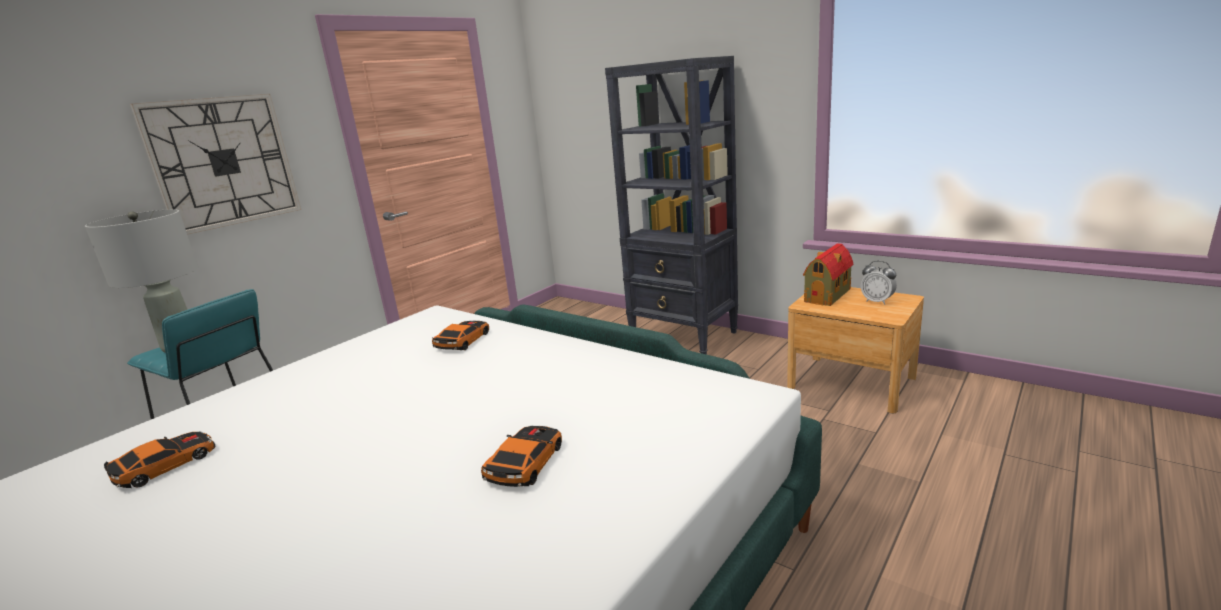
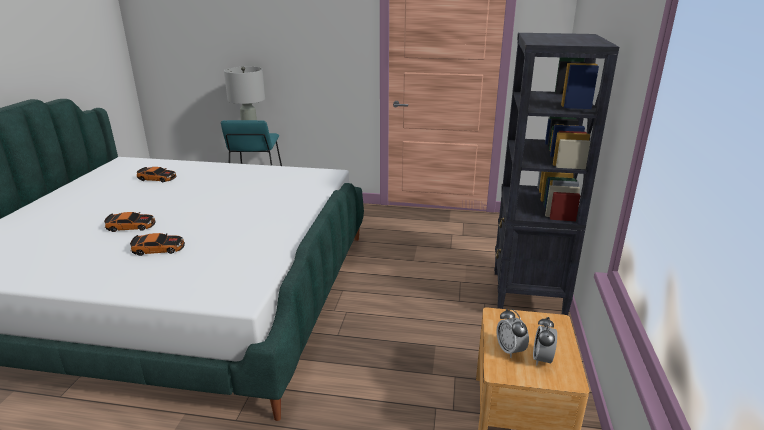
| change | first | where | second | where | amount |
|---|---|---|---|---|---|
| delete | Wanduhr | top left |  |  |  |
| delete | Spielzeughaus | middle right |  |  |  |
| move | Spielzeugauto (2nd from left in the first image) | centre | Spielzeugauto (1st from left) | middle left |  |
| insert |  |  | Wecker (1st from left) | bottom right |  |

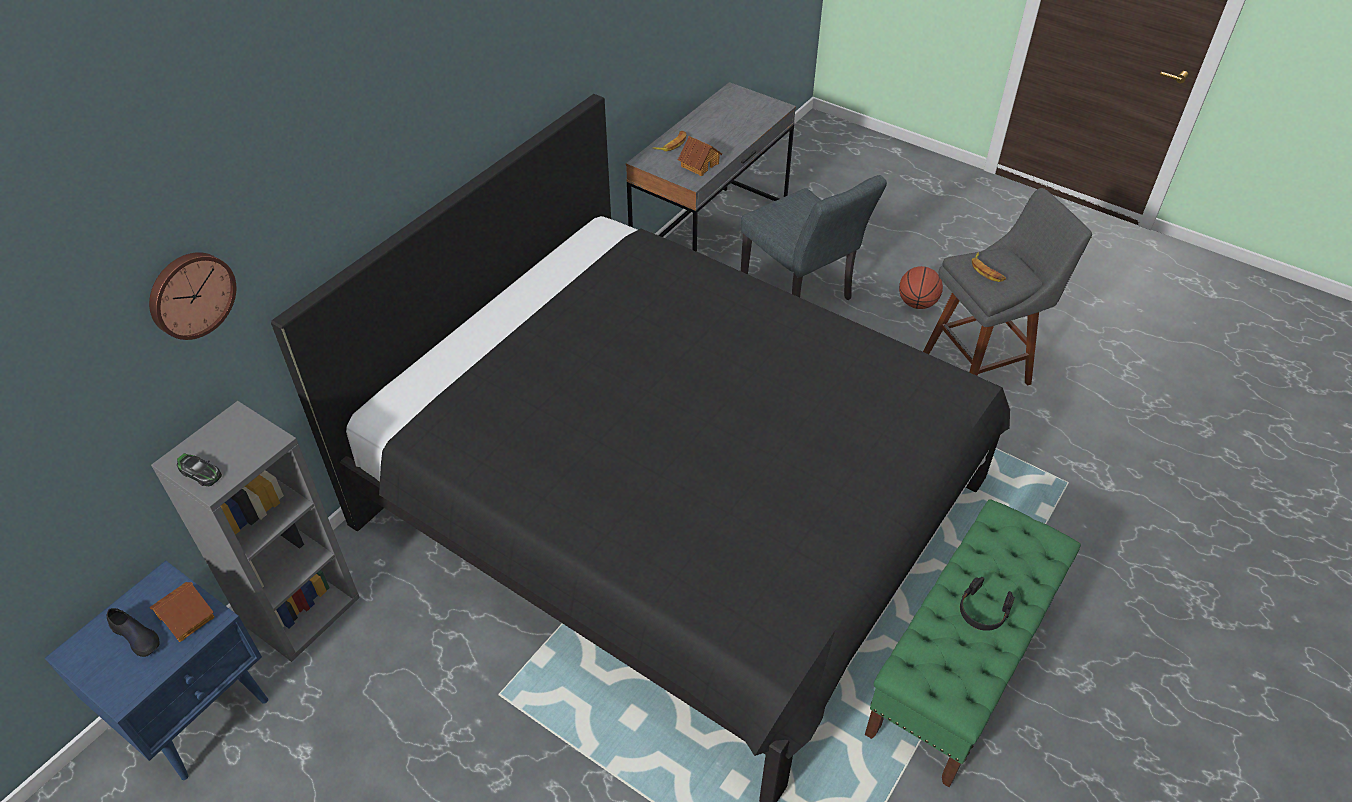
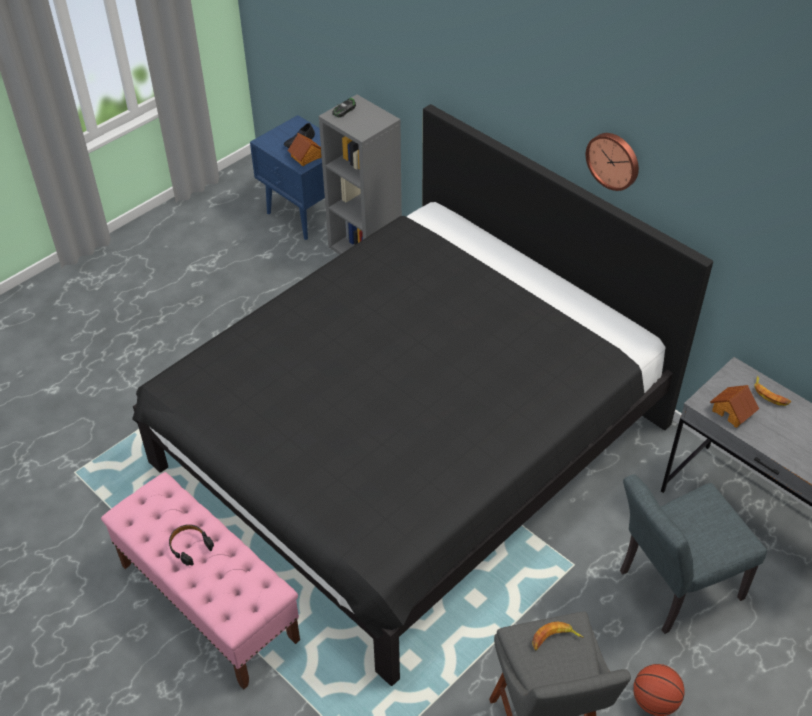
| change | first | where | second | where | amount |
|---|---|---|---|---|---|
| move | Wanduhr | middle left |  | top right |  |
| recolor | Bank [grün] | bottom right | Bank [rosa] | bottom left |  |

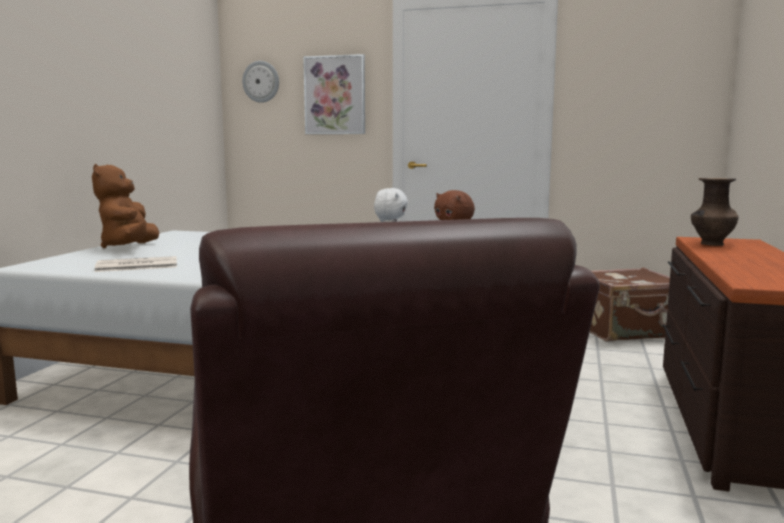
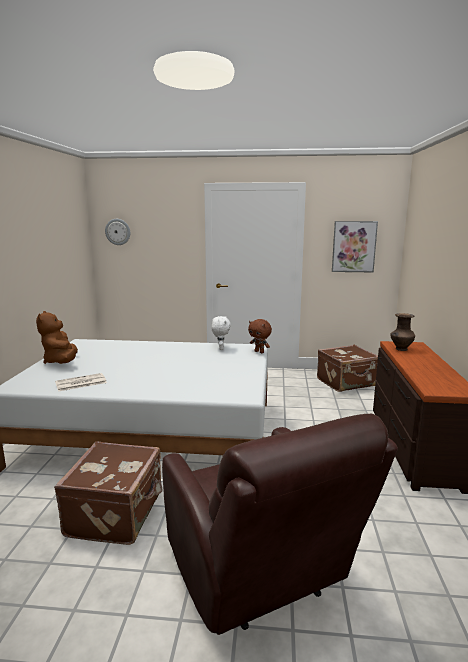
| change | first | where | second | where | amount |
|---|---|---|---|---|---|
| move | Bild | top centre |  | middle right |  |
| insert |  |  | Koffer [braun] (1st from left) | bottom left |  |

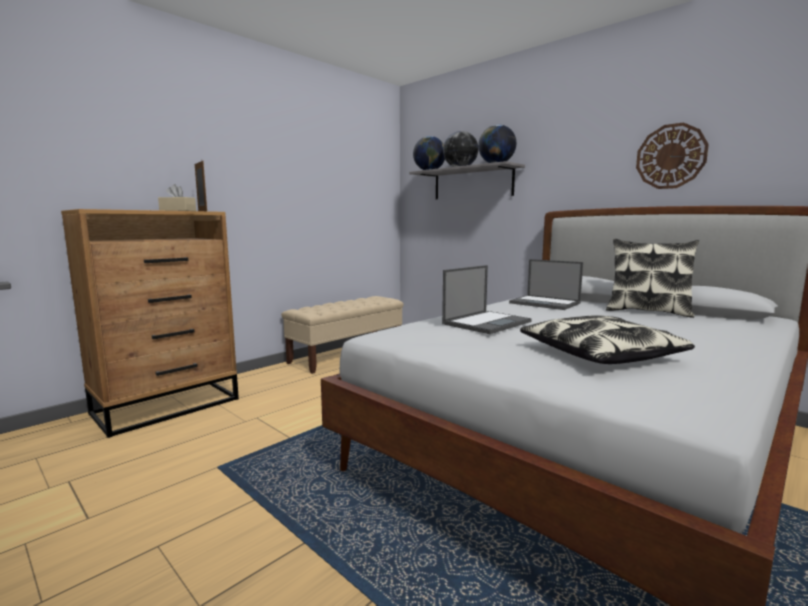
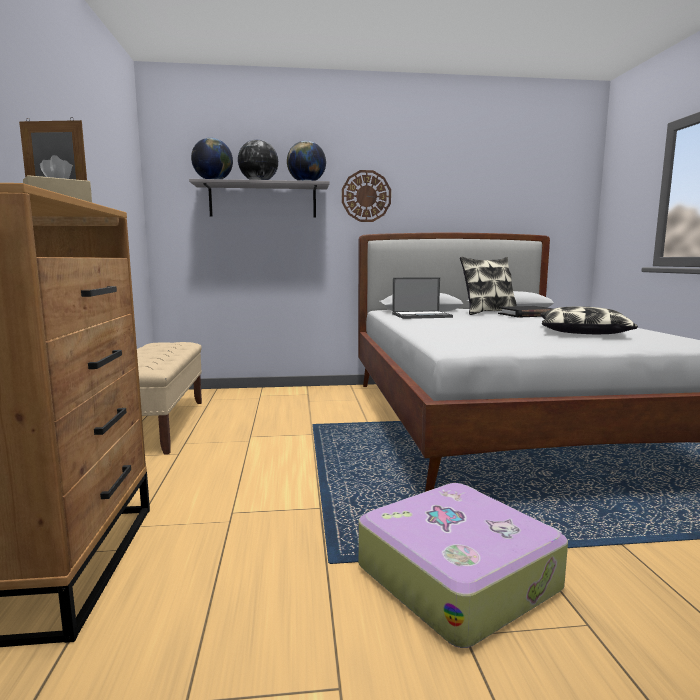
| change | first | where | second | where | amount |
|---|---|---|---|---|---|
| move | Wanduhr | top right |  | top centre |  |
| delete | Laptop (1st from left) | centre |  |  |  |
| insert |  |  | Buch [schwarz] | middle right |  |
| insert |  |  | Koffer | bottom centre |  |

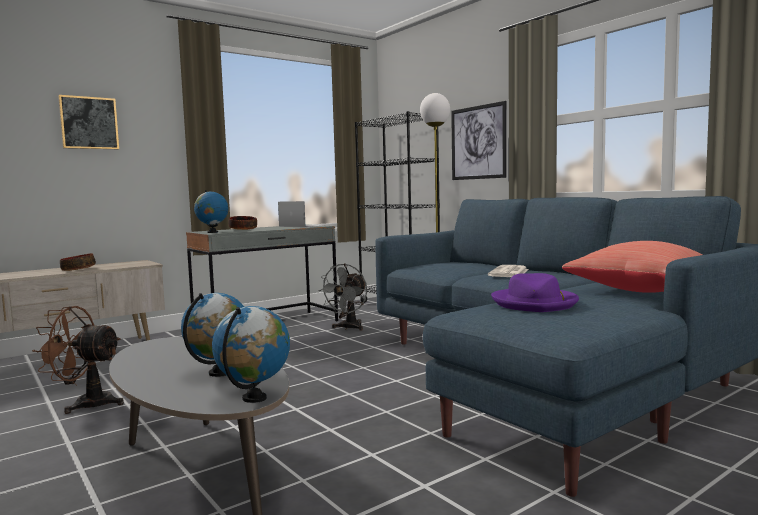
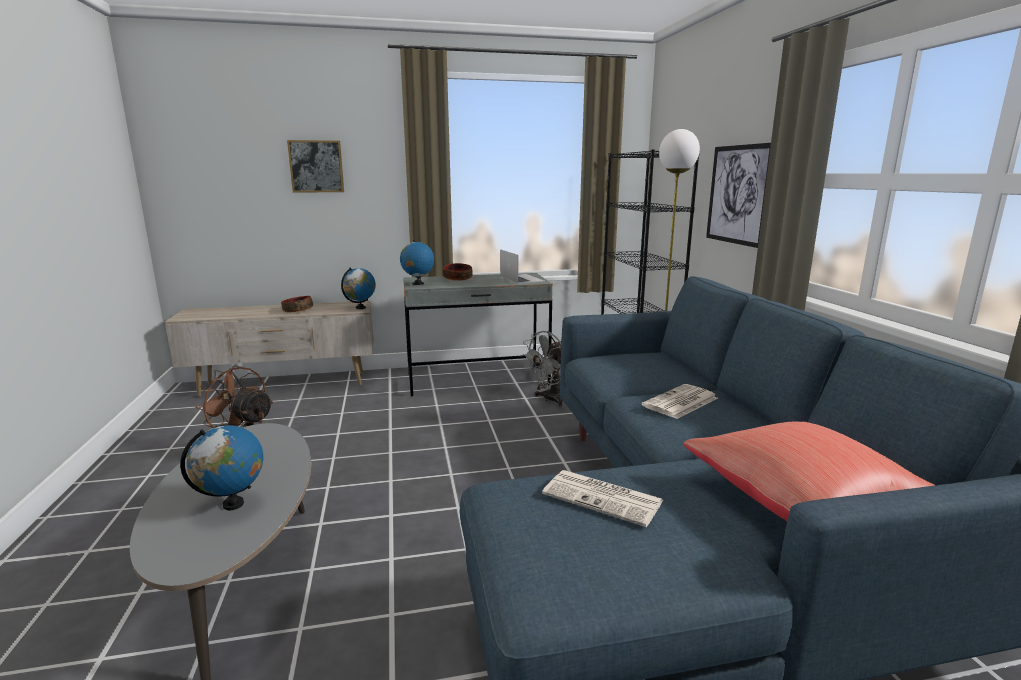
| change | first | where | second | where | amount |
|---|---|---|---|---|---|
| replace | Hut [lila] | middle right | Zeitung (1st from left) | bottom centre |  |
| move | Globus (3rd from left in the first image) | bottom left | Globus (2nd from left) | centre |  |

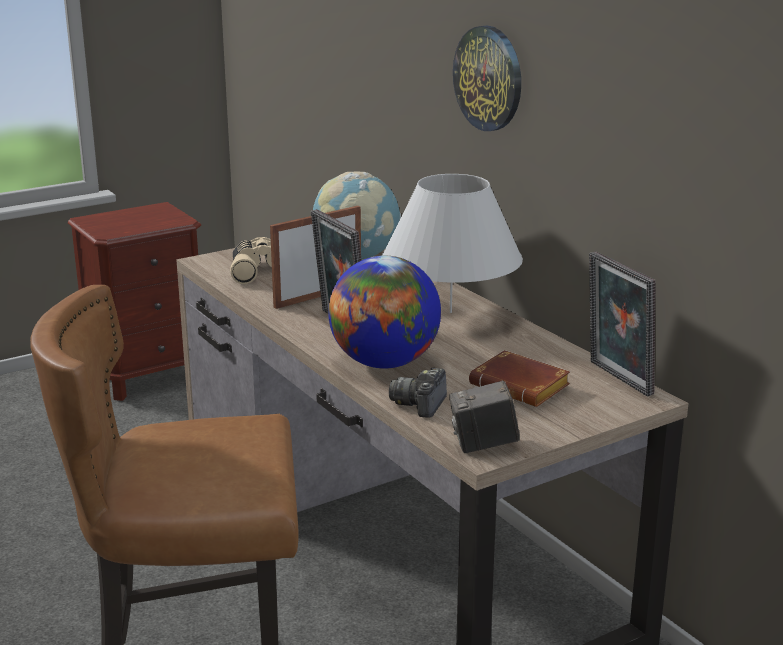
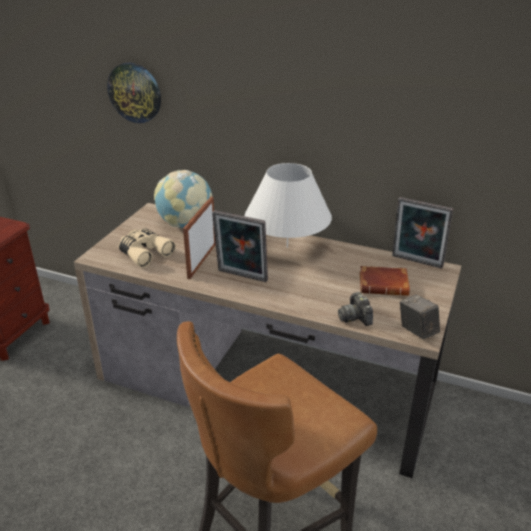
| change | first | where | second | where | amount |
|---|---|---|---|---|---|
| move | Wanduhr | top centre |  | top left |  |
| delete | Globus (2nd from left) | centre |  |  |  |
| rotate | Kamera (2nd from left) | centre |  | middle right | 105 degrees clockwise |

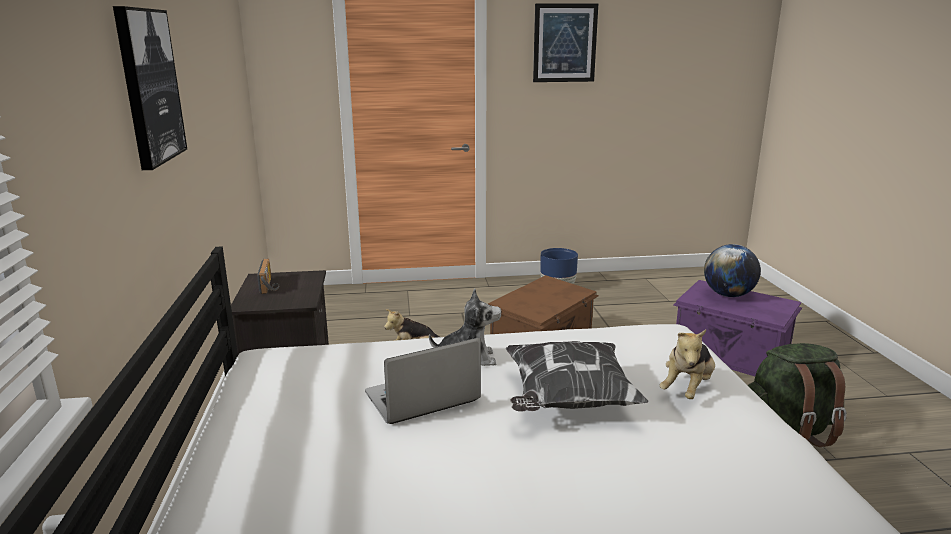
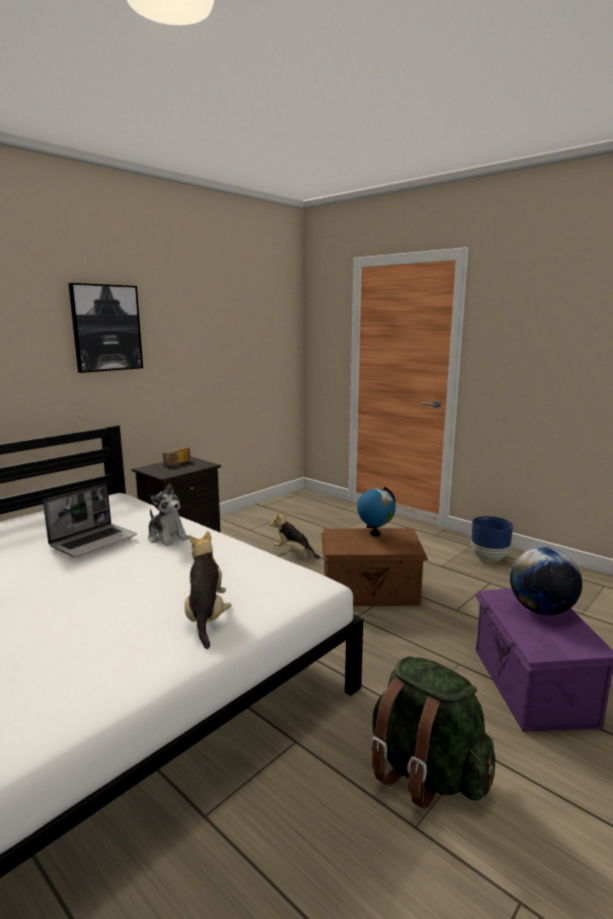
| change | first | where | second | where | amount |
|---|---|---|---|---|---|
| delete | Bild (2nd from left) | top centre |  |  |  |
| rotate | Plüschtier (3rd from left in the first image) | bottom right | Plüschtier (2nd from left) | centre | 90 degrees clockwise |
| rotate | Laptop | bottom centre |  | middle left | 105 degrees clockwise |
| delete | Kissen | bottom centre |  |  |  |
| insert |  |  | Globus (1st from left) | centre |  |

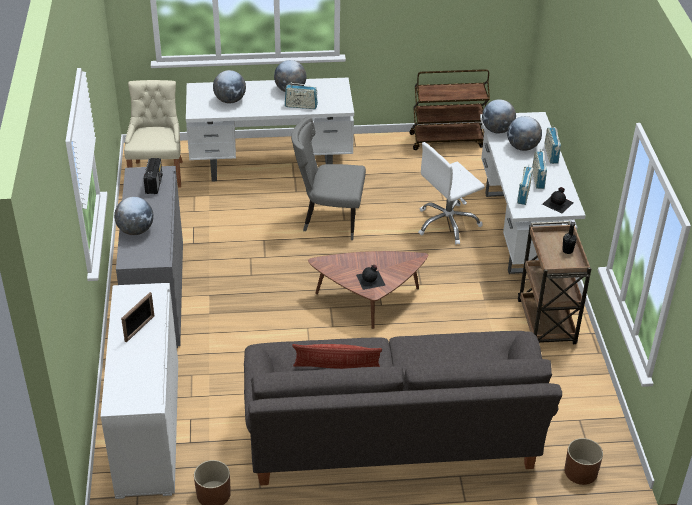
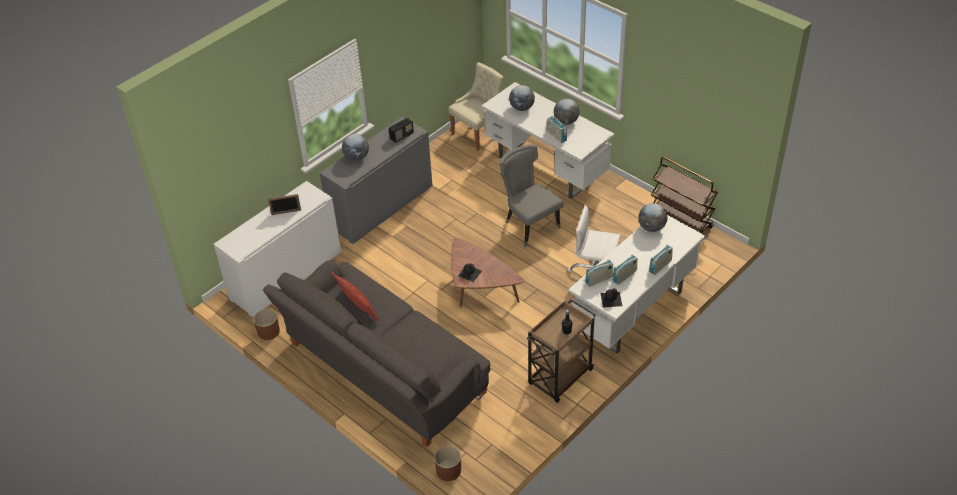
| change | first | where | second | where | amount |
|---|---|---|---|---|---|
| delete | Globus (5th from left) | top right |  |  |  |

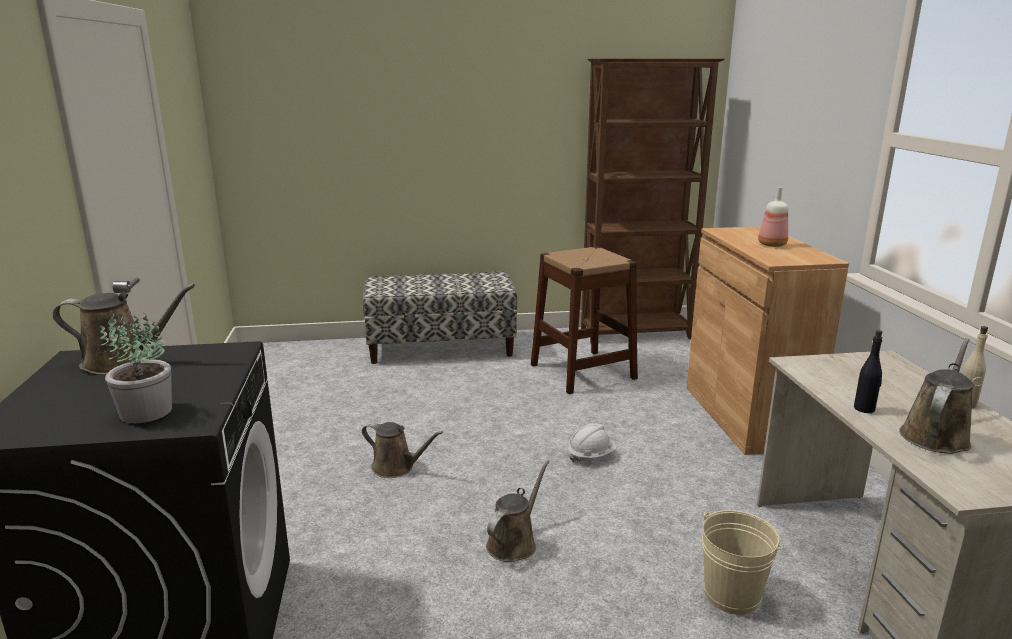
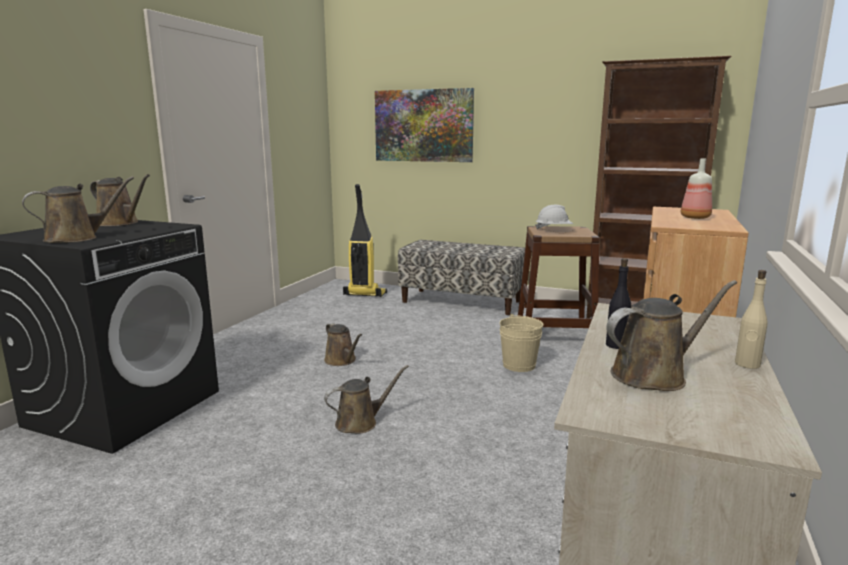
| change | first | where | second | where | amount |
|---|---|---|---|---|---|
| replace | Topfpflanze | middle left | Gießkanne [braun] (1st from left) | middle left |  |
| move | Schutzhelm [weiß] | bottom centre |  | centre |  |
| move | Eimer [beige] | bottom right |  | centre |  |
| insert |  |  | Bild | top centre |  |
| insert |  |  | Staubsauger | centre |  |

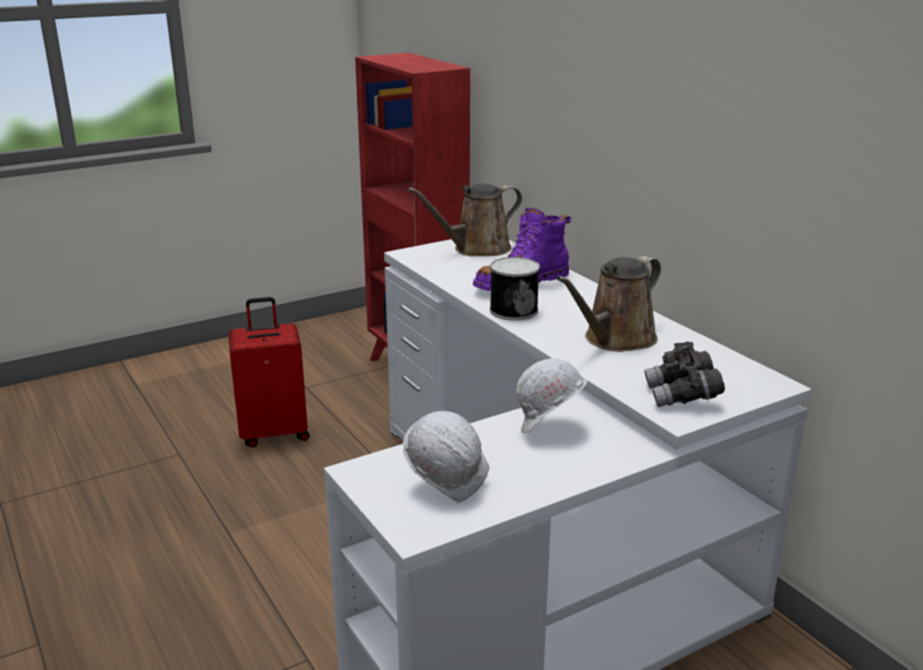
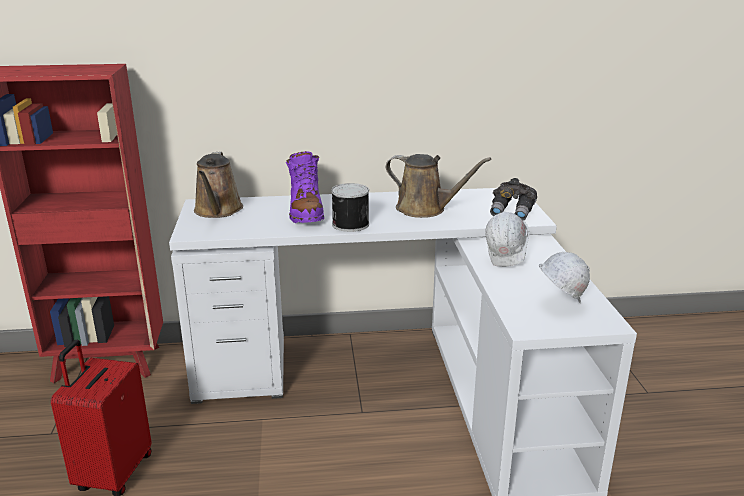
| change | first | where | second | where | amount |
|---|---|---|---|---|---|
| rotate | Gießkanne [braun] (2nd from left) | centre |  | centre | 45 degrees counterclockwise |

